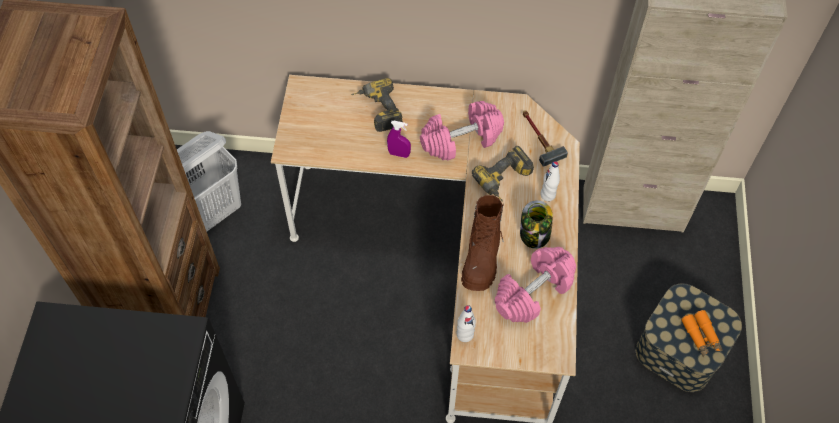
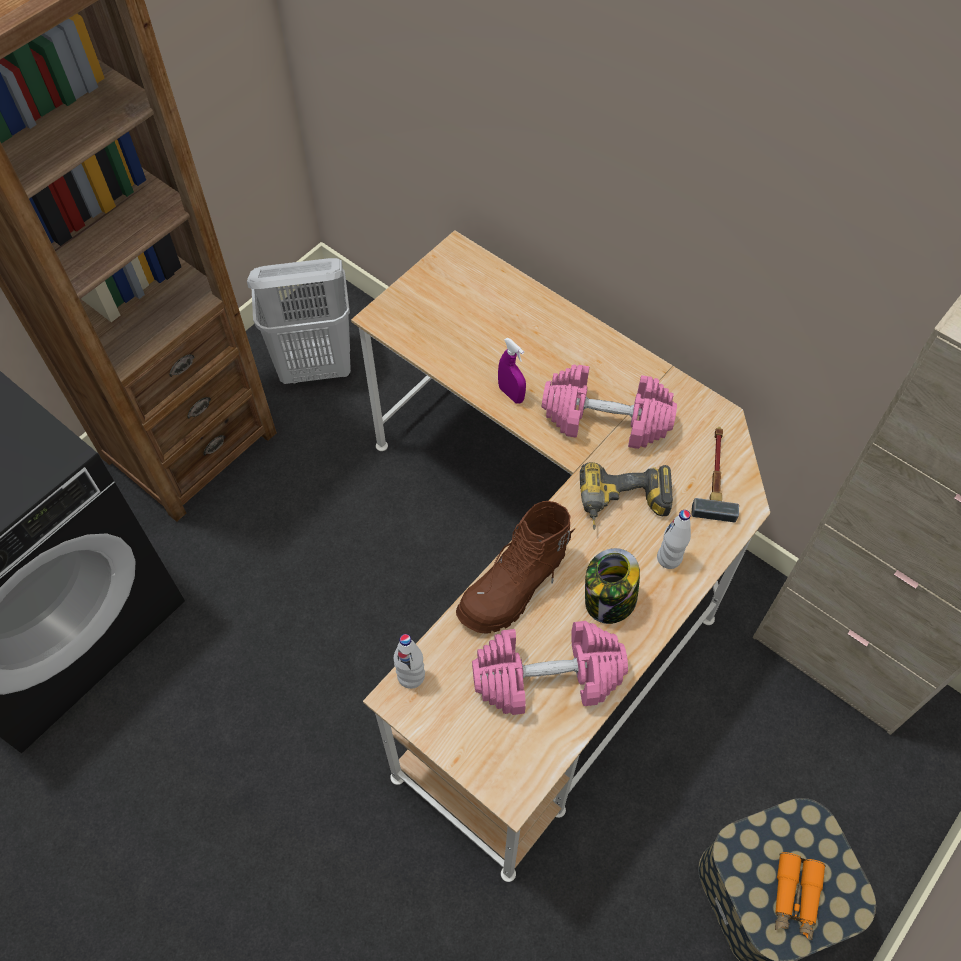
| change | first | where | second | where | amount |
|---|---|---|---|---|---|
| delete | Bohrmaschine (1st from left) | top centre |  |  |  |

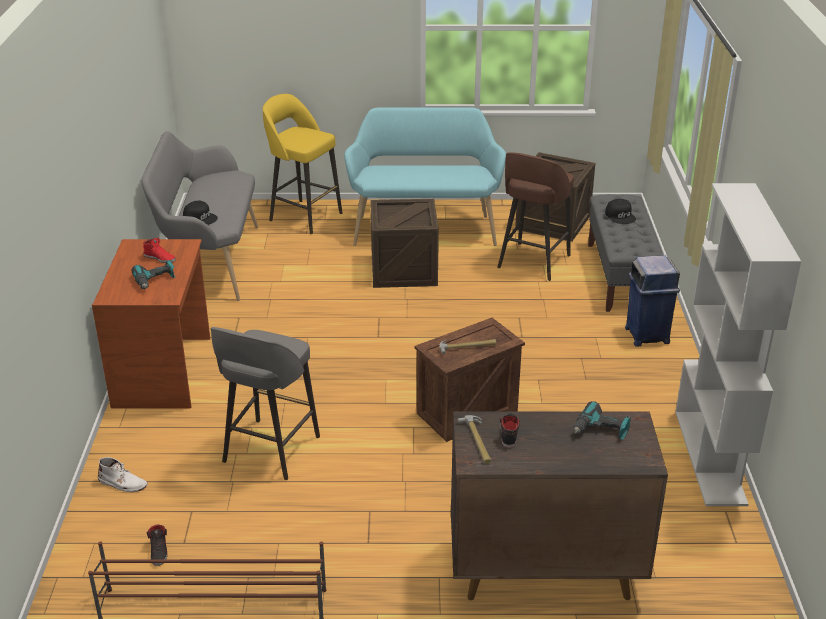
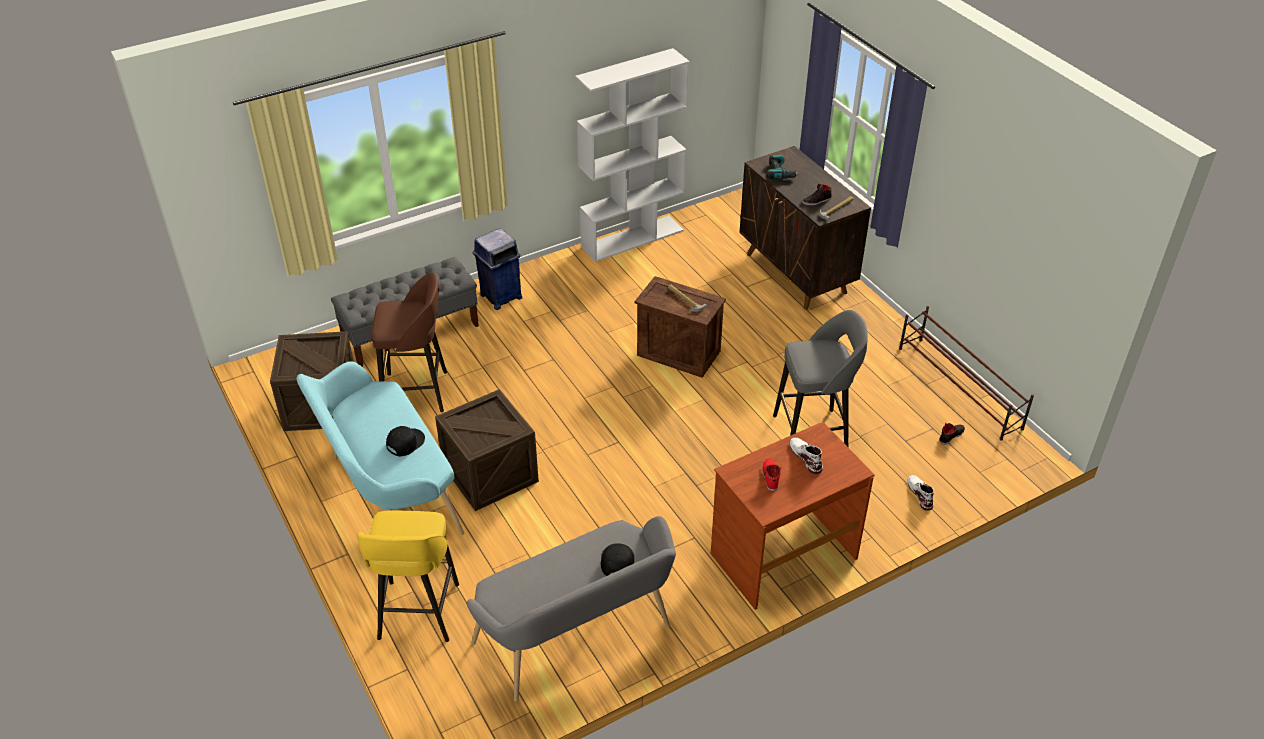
| change | first | where | second | where | amount |
|---|---|---|---|---|---|
| move | Kappe [schwarz] (2nd from left in the first image) | middle right | Kappe [schwarz] (1st from left) | middle left |  |
| replace | Bohrmaschine (1st from left) | middle left | Stiefel [weiß] (1st from left) | centre |  |

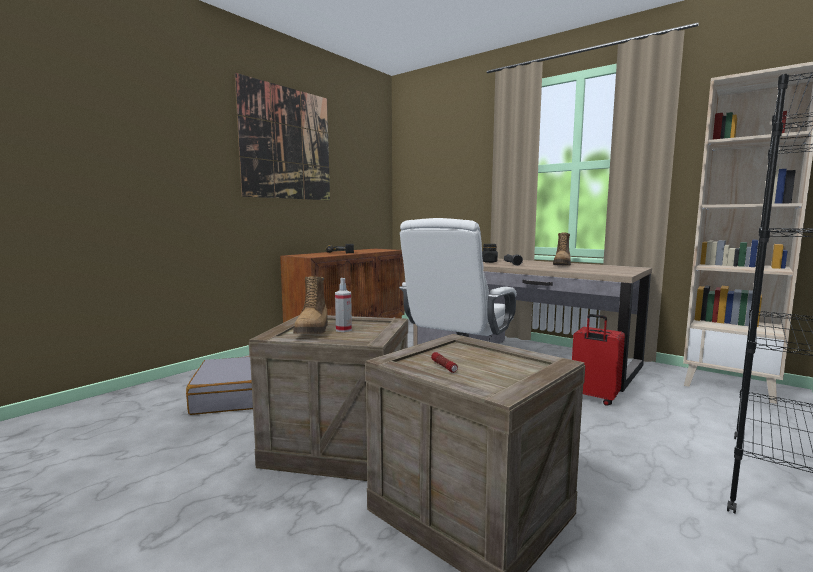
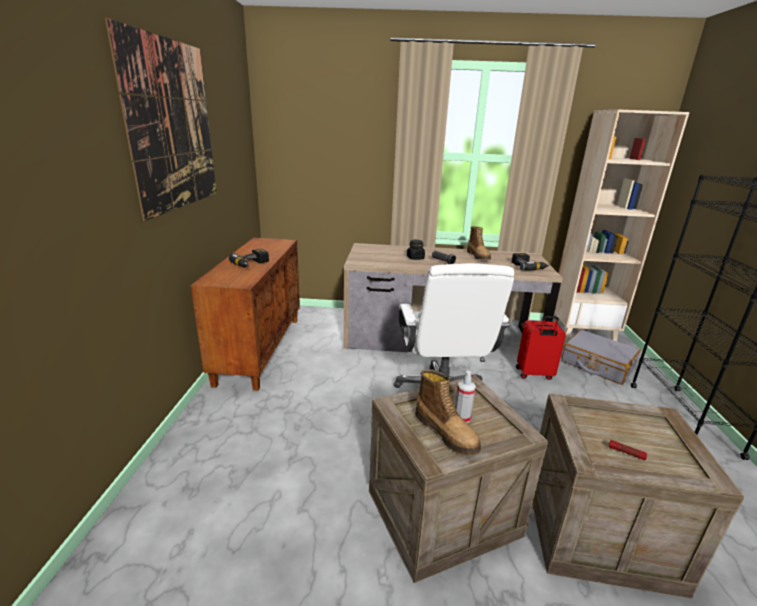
| change | first | where | second | where | amount |
|---|---|---|---|---|---|
| move | Koffer [grau] | bottom left |  | middle right |  |
| insert |  |  | Bohrmaschine (2nd from left) | middle right |  |

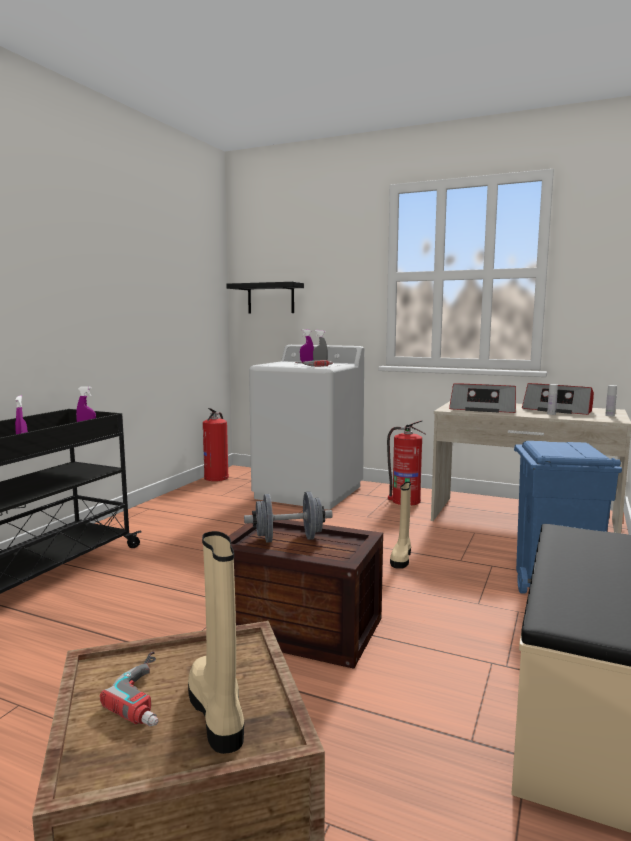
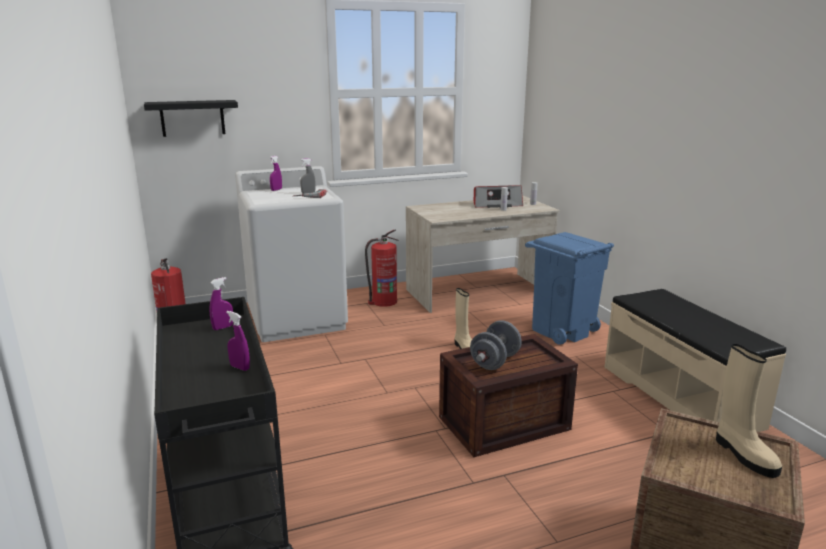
| change | first | where | second | where | amount |
|---|---|---|---|---|---|
| delete | Radio (1st from left) | middle right |  |  |  |
| rotate | Stiefel [beige] (1st from left in the first image) | bottom centre | Stiefel [beige] (2nd from left) | bottom right | 135 degrees counterclockwise |
| delete | Bohrmaschine (1st from left) | bottom left |  |  |  |

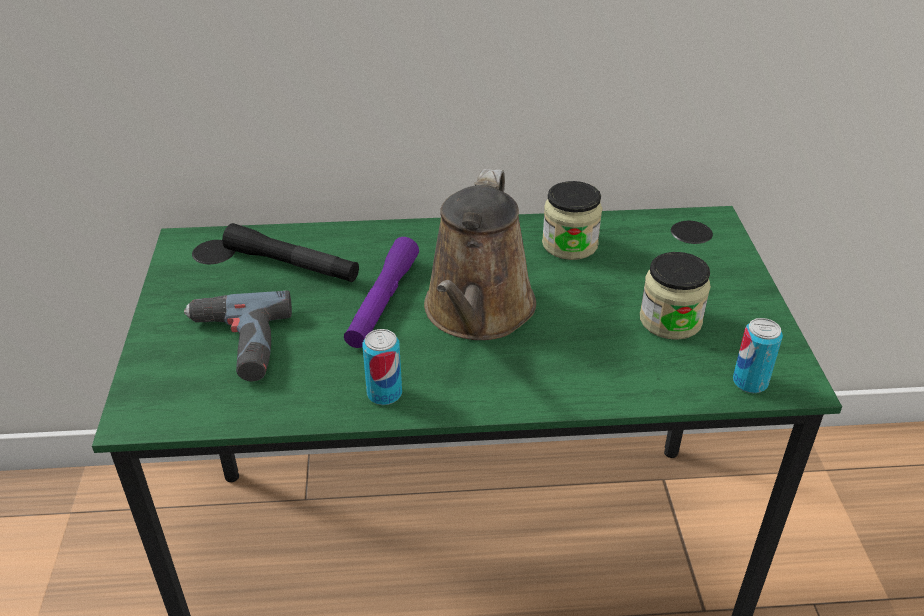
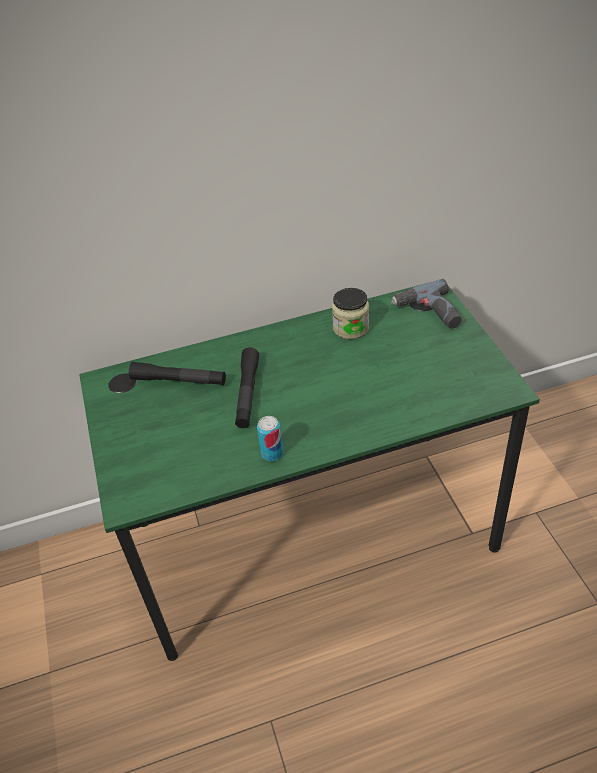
| change | first | where | second | where | amount |
|---|---|---|---|---|---|
| delete | Gießkanne [braun] | centre |  |  |  |
| recolor | Taschenlampe [lila] | centre | Taschenlampe [schwarz] (2nd from left) | centre |  |
| delete | Vorratsglas (2nd from left) | middle right |  |  |  |
| move | Bohrmaschine | middle left |  | middle right |  |
| delete | Dose (2nd from left) | middle right |  |  |  |

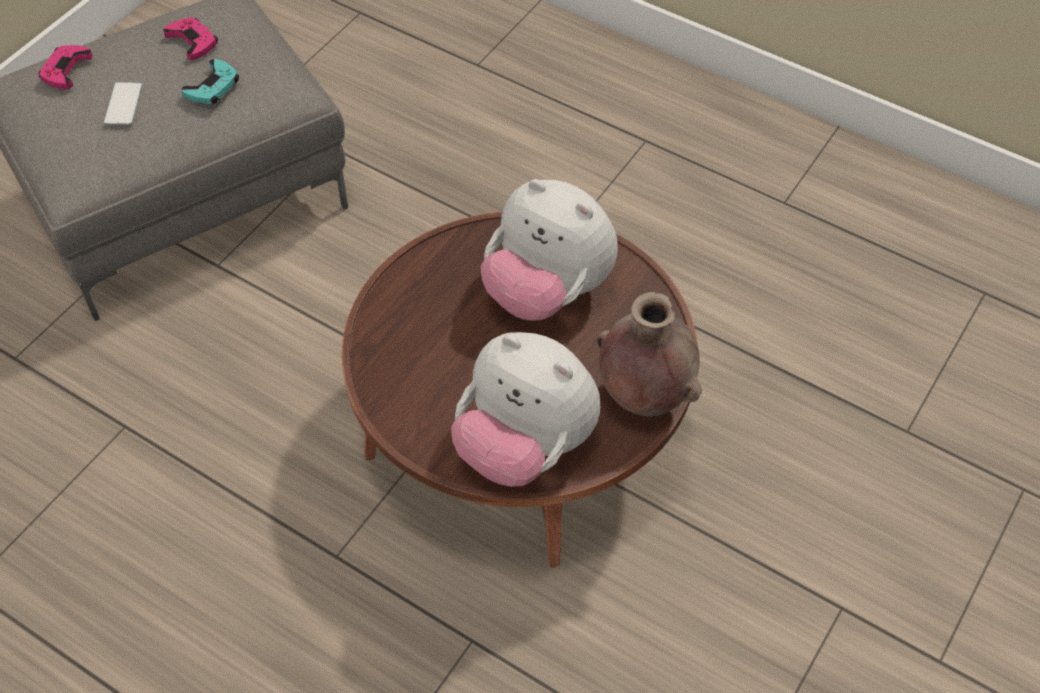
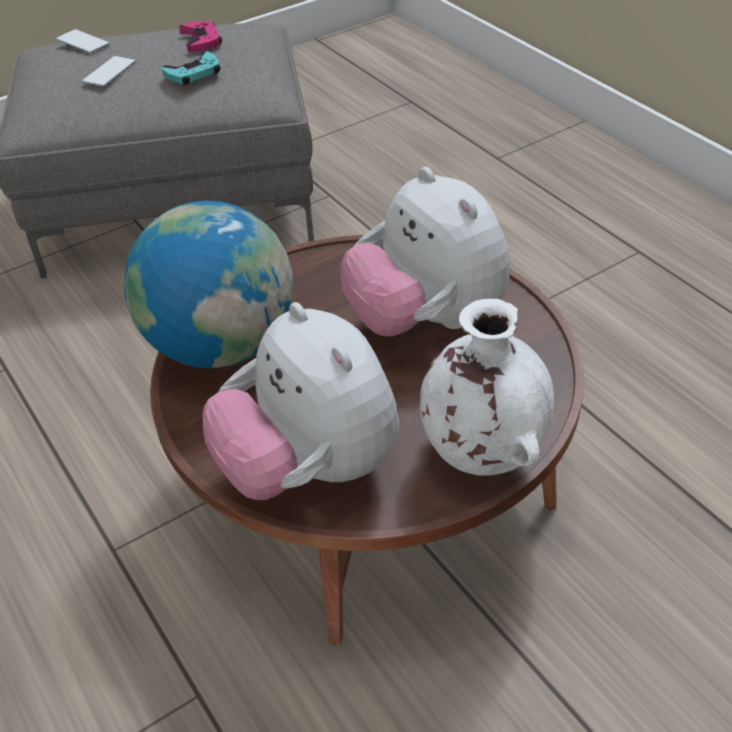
| change | first | where | second | where | amount |
|---|---|---|---|---|---|
| replace | Gamepad [rosa] (1st from left) | top left | Handy (1st from left) | top left |  |
| recolor | Vase [braun] | centre | Vase [weiß] | centre |  |
| insert |  |  | Globus | middle left |  |

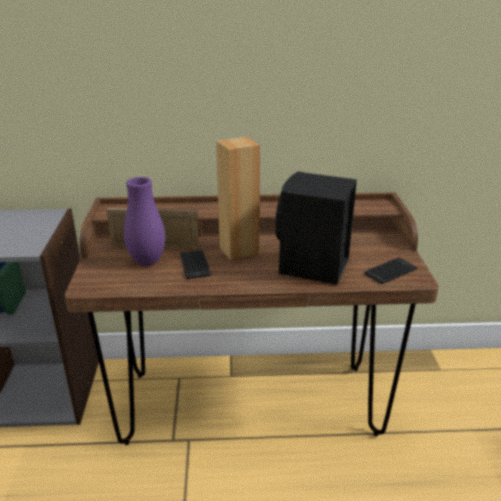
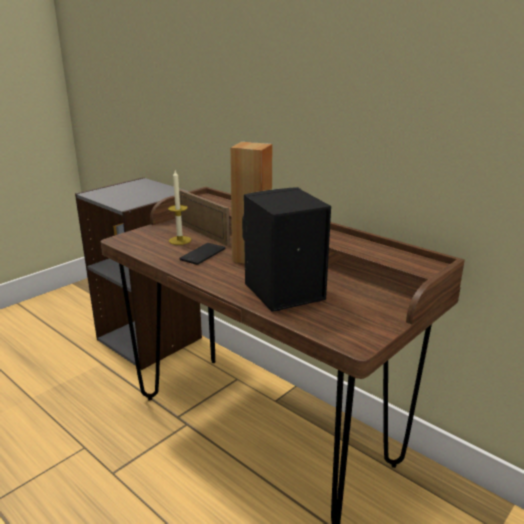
| change | first | where | second | where | amount |
|---|---|---|---|---|---|
| replace | Vase [lila] | middle left | Kerze | centre |  |
| delete | Handy (2nd from left) | middle right |  |  |  |

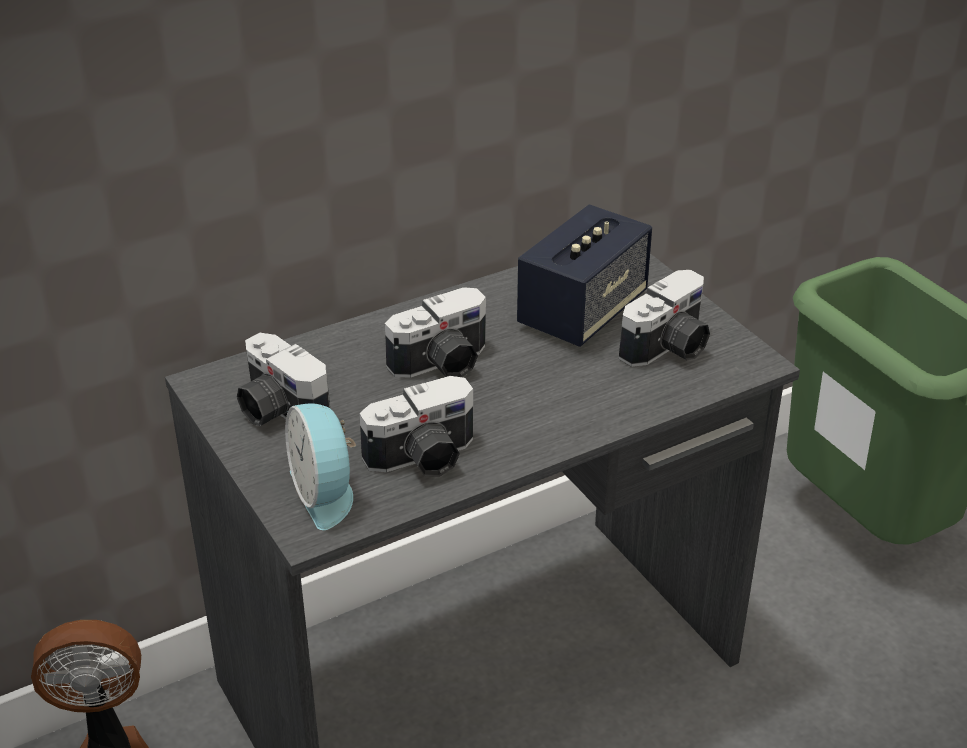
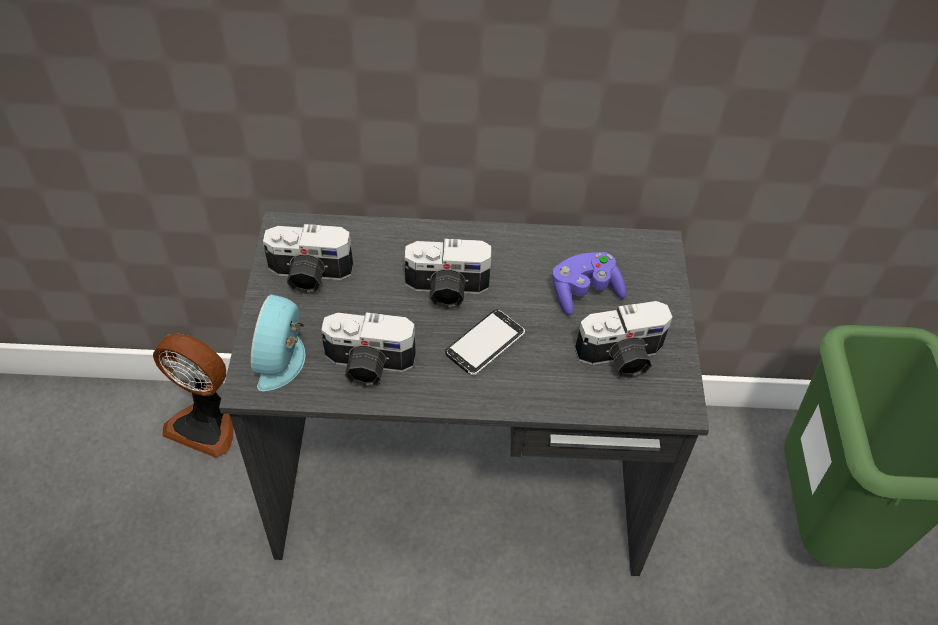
| change | first | where | second | where | amount |
|---|---|---|---|---|---|
| replace | Lautsprecher | centre | Gamepad [lila] | centre |  |
| rotate | Kamera (1st from left) | middle left |  | middle left | 75 degrees counterclockwise |
| insert |  |  | Handy | centre |  |

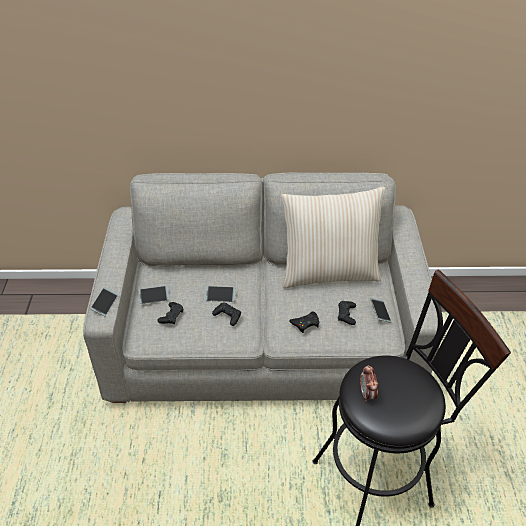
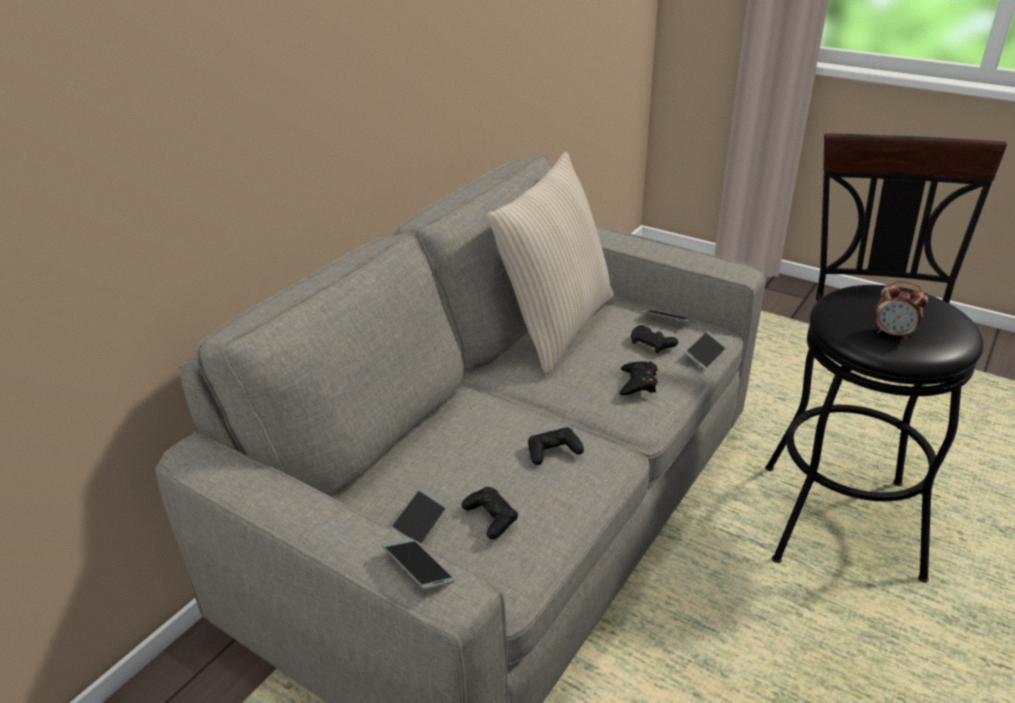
| change | first | where | second | where | amount |
|---|---|---|---|---|---|
| move | Handy (3rd from left in the first image) | centre | Handy (4th from left) | middle right |  |

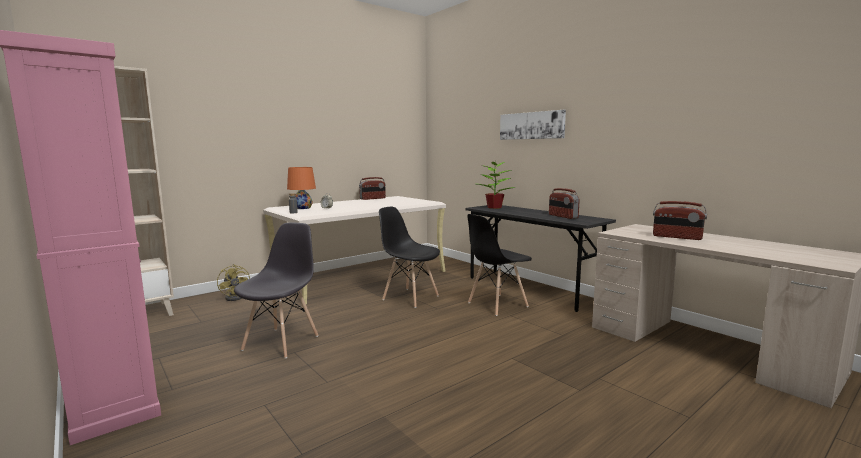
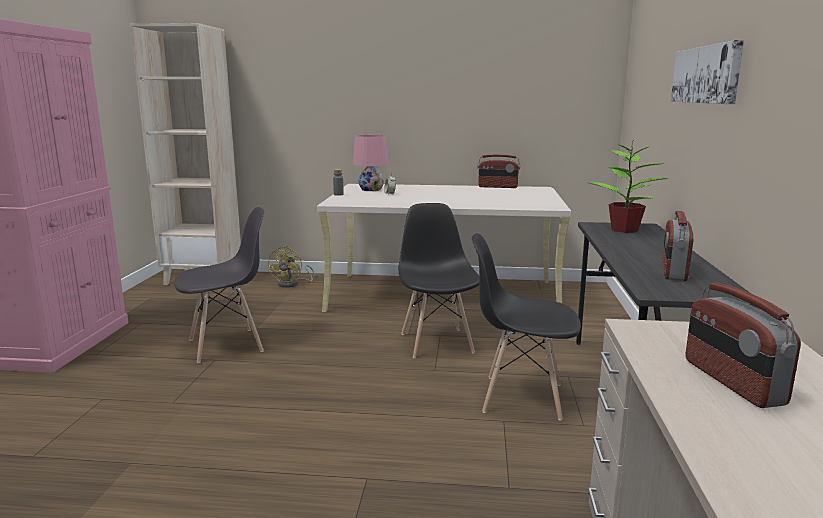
| change | first | where | second | where | amount |
|---|---|---|---|---|---|
| recolor | Tischlampe [orange] | centre | Tischlampe [rosa] | top centre |  |

